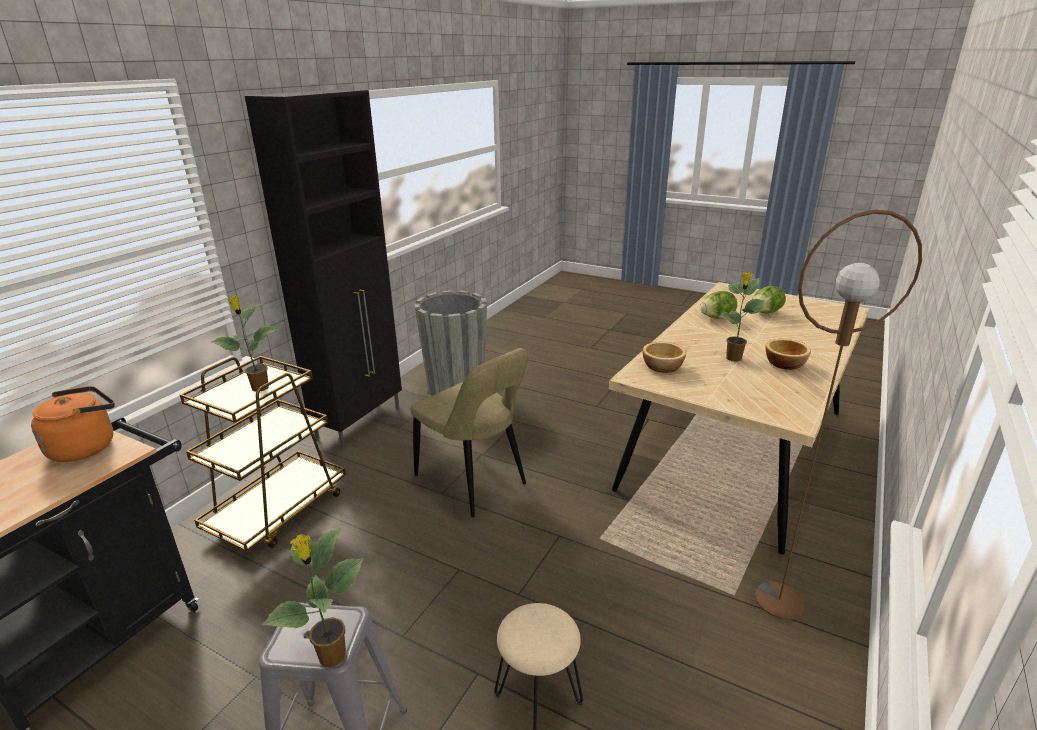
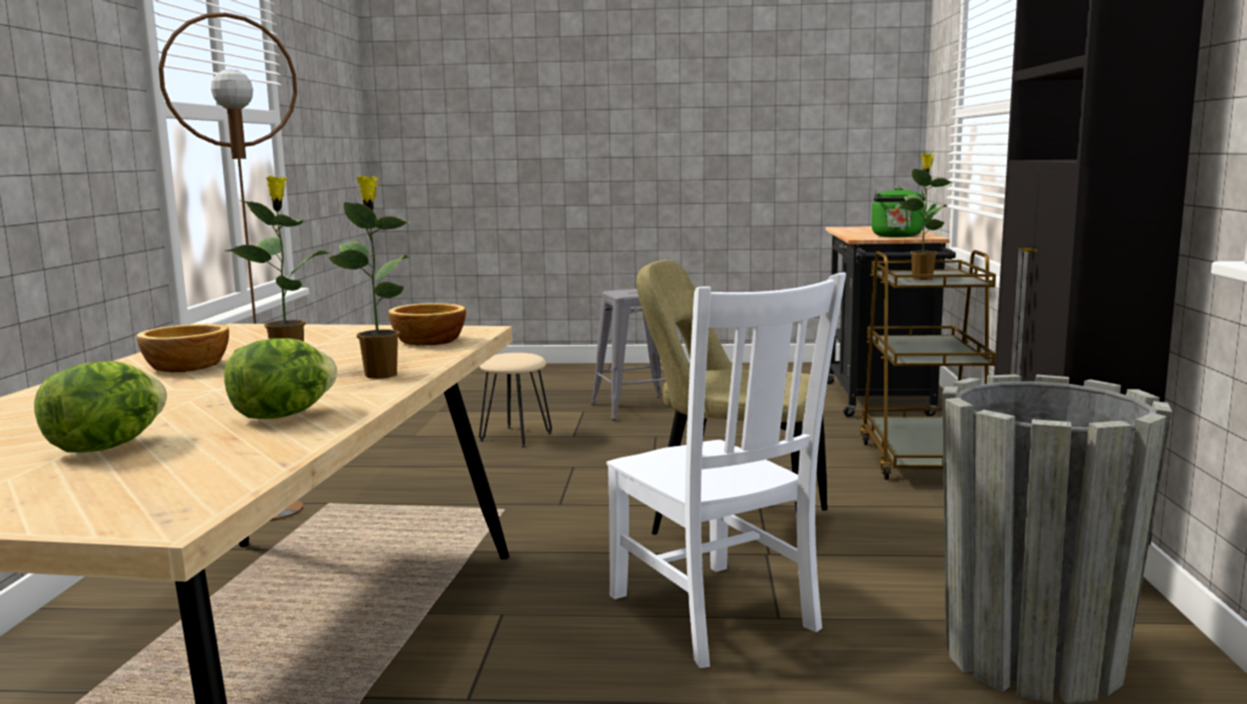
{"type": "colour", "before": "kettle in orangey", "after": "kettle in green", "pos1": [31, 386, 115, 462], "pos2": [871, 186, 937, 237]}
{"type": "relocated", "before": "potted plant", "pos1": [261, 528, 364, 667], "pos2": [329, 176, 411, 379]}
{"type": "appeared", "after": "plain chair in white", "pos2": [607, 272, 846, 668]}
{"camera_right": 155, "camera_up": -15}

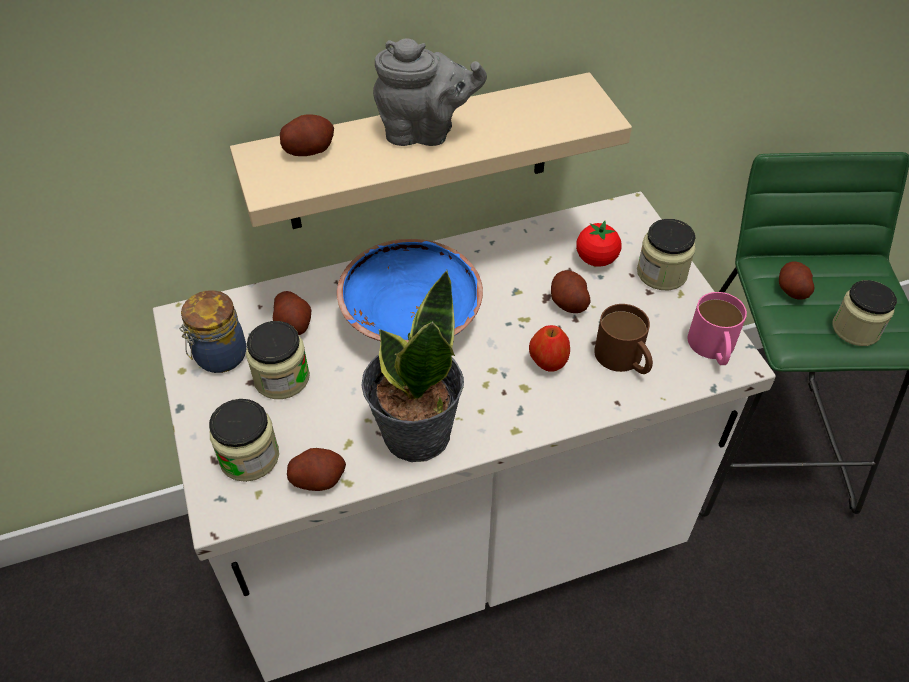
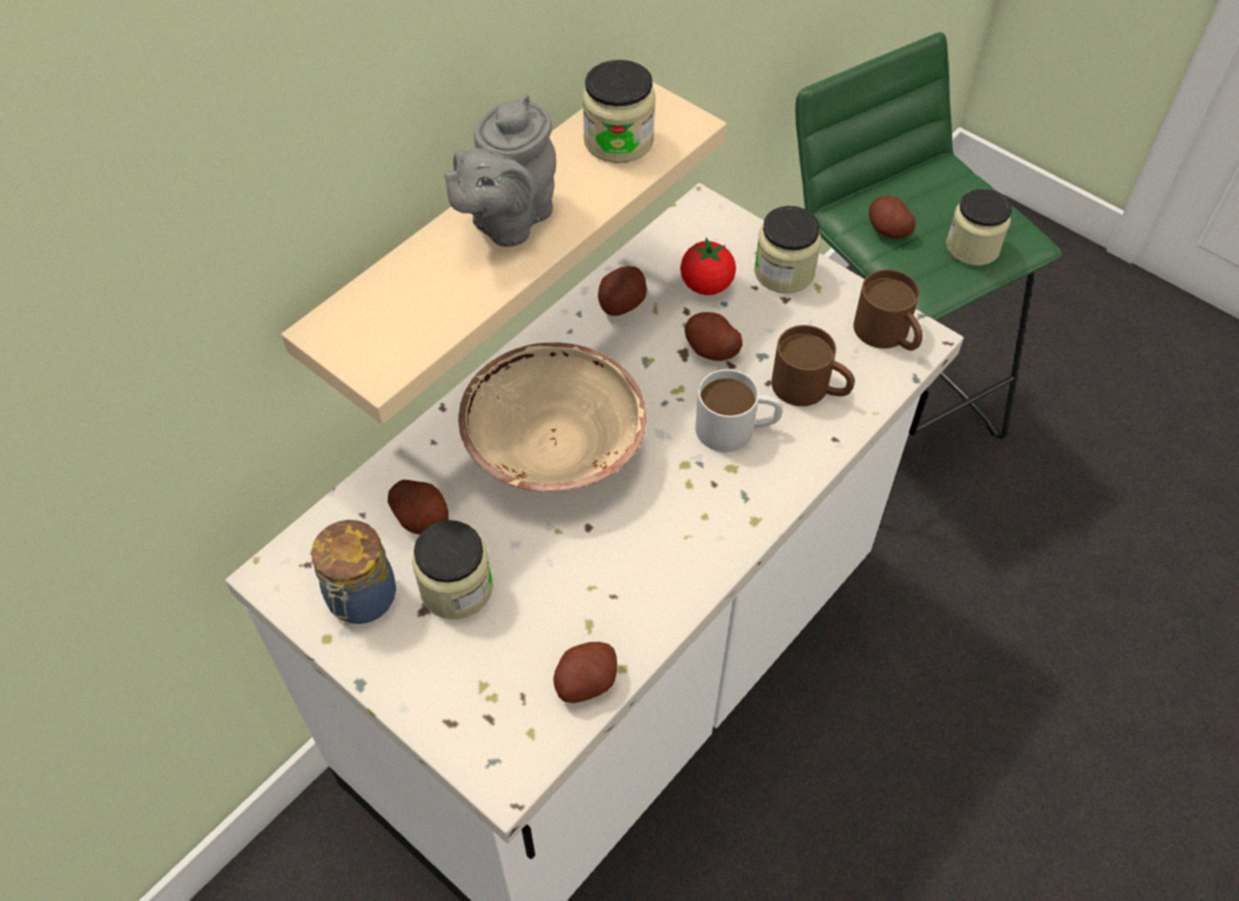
{"type": "spun", "before": "pot for tea in grey", "pos1": [373, 39, 487, 146], "pos2": [444, 94, 556, 247], "turn": 150}
{"type": "relocated", "before": "spud", "pos1": [280, 114, 334, 156], "pos2": [598, 266, 647, 316]}
{"type": "colour", "before": "serving bowl in blue-coloured", "after": "serving bowl in beige-coloured", "pos1": [337, 239, 483, 343], "pos2": [458, 343, 646, 492]}
{"type": "missing", "before": "potted plant", "pos1": [361, 270, 464, 462]}
{"type": "colour", "before": "tea mug in pinkish", "after": "tea mug in brown", "pos1": [688, 292, 747, 365], "pos2": [853, 269, 923, 351]}
{"type": "exchanged", "before": "whole apple", "after": "tea mug in white", "pos1": [529, 325, 570, 371], "pos2": [695, 369, 783, 452]}
{"type": "relocated", "before": "jar", "pos1": [209, 399, 279, 482], "pos2": [582, 60, 655, 163]}
{"camera_right": -30, "camera_up": 5}

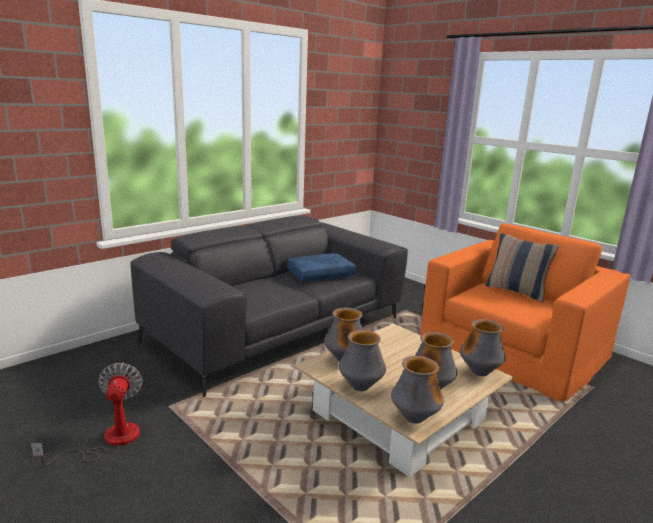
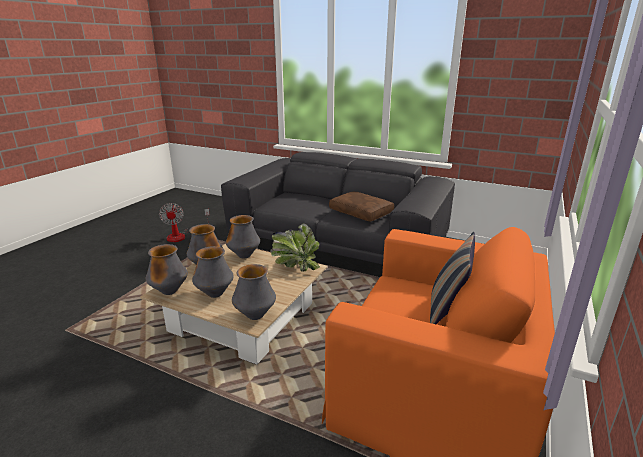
{"type": "colour", "before": "cushion in blue-coloured", "after": "cushion in brown", "pos1": [286, 253, 357, 282], "pos2": [329, 191, 394, 222]}
{"type": "spun", "before": "electric fan", "pos1": [31, 363, 143, 466], "pos2": [159, 203, 210, 242], "turn": 105}
{"type": "appeared", "after": "potted plant", "pos2": [270, 223, 320, 272]}
{"camera_right": 70, "camera_up": 5}

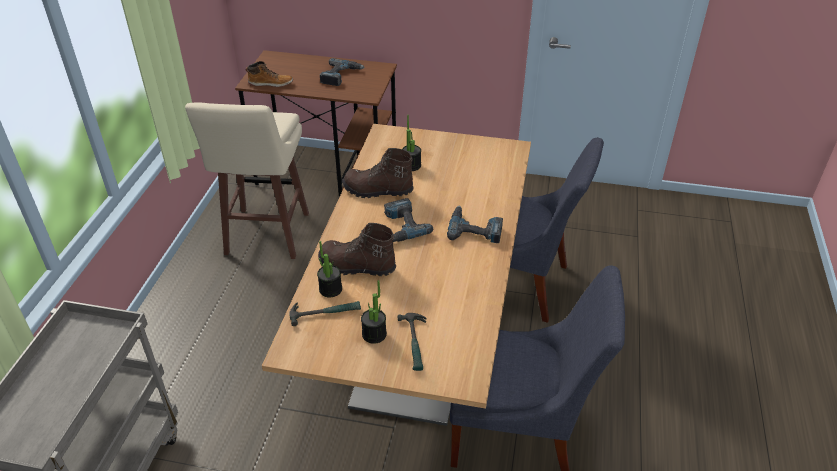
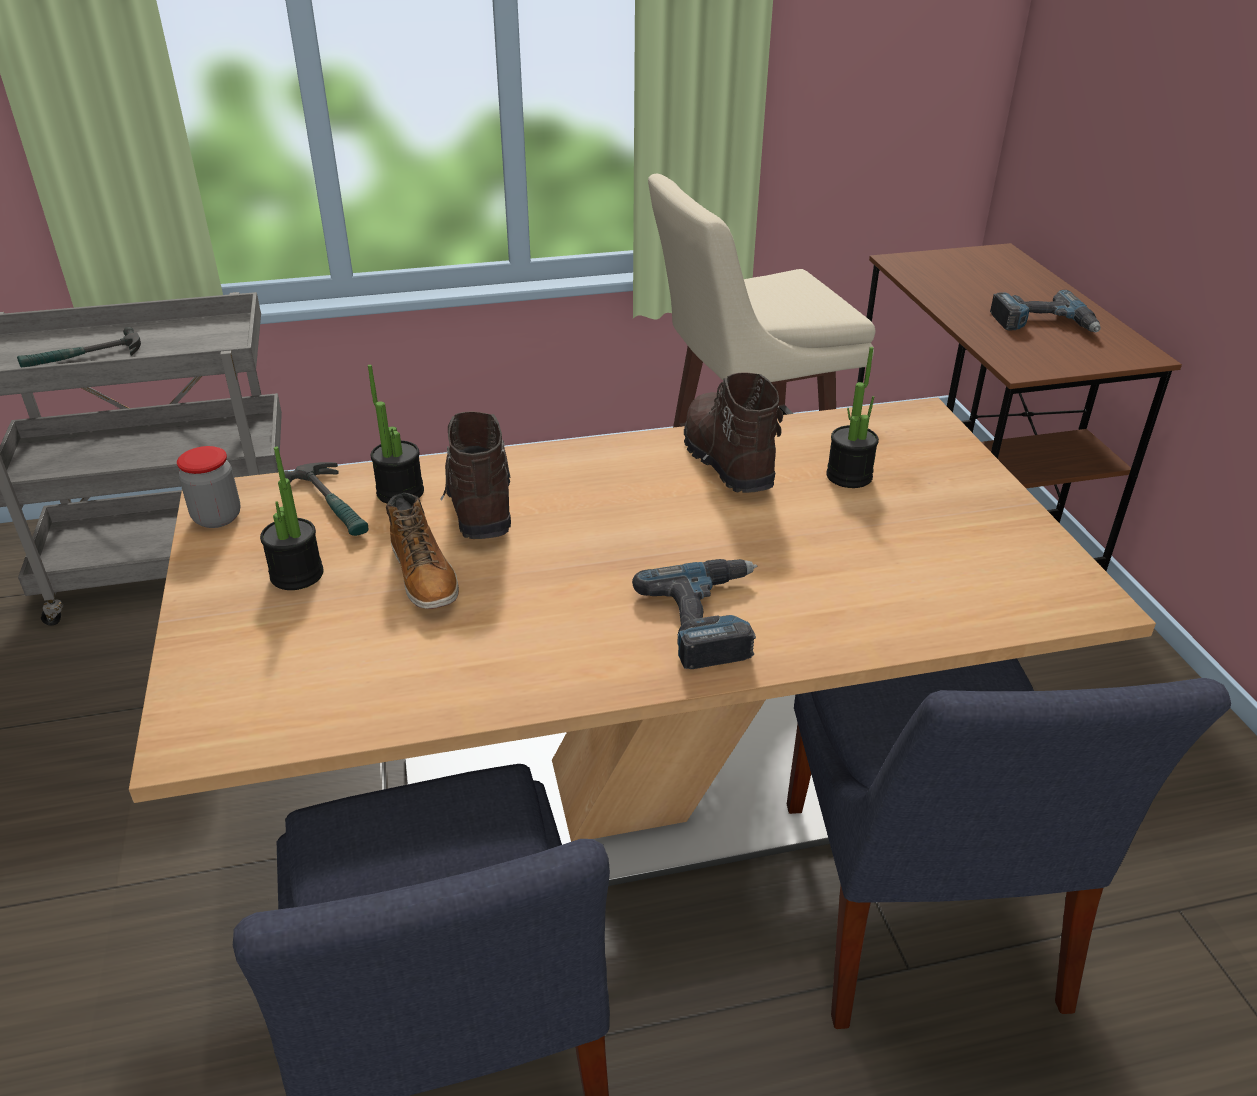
{"type": "relocated", "before": "boot", "pos1": [246, 61, 293, 87], "pos2": [386, 493, 459, 609]}
{"type": "missing", "before": "drill", "pos1": [384, 198, 433, 242]}
{"type": "relocated", "before": "hammer", "pos1": [398, 313, 426, 371], "pos2": [17, 327, 141, 367]}
{"type": "appeared", "after": "jar", "pos2": [177, 446, 241, 528]}
{"camera_right": 65, "camera_up": -5}

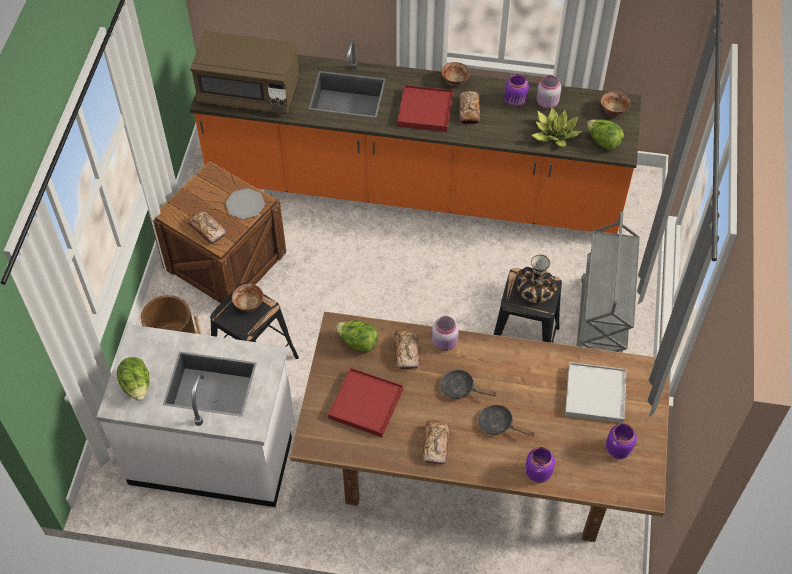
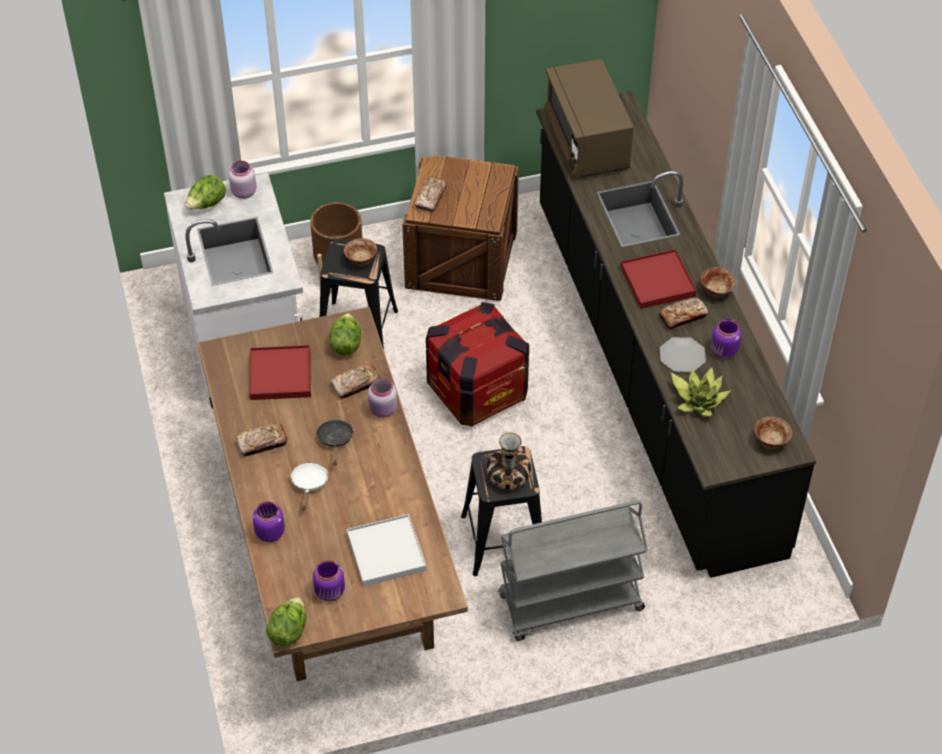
{"type": "colour", "before": "counter in orangey", "after": "counter in black", "pos1": [190, 41, 641, 234], "pos2": [536, 91, 816, 578]}
{"type": "relocated", "before": "jar in pinkish", "pos1": [536, 75, 561, 109], "pos2": [228, 161, 256, 199]}
{"type": "relocated", "before": "lettuce", "pos1": [587, 119, 624, 150], "pos2": [266, 597, 306, 647]}
{"type": "relocated", "before": "plate", "pos1": [226, 188, 265, 219], "pos2": [660, 337, 706, 372]}
{"type": "colour", "before": "pan in black", "after": "pan in white", "pos1": [478, 405, 535, 436], "pos2": [291, 463, 329, 510]}
{"type": "appeared", "after": "shipping crate", "pos2": [426, 302, 529, 427]}
{"camera_right": 65, "camera_up": -5}

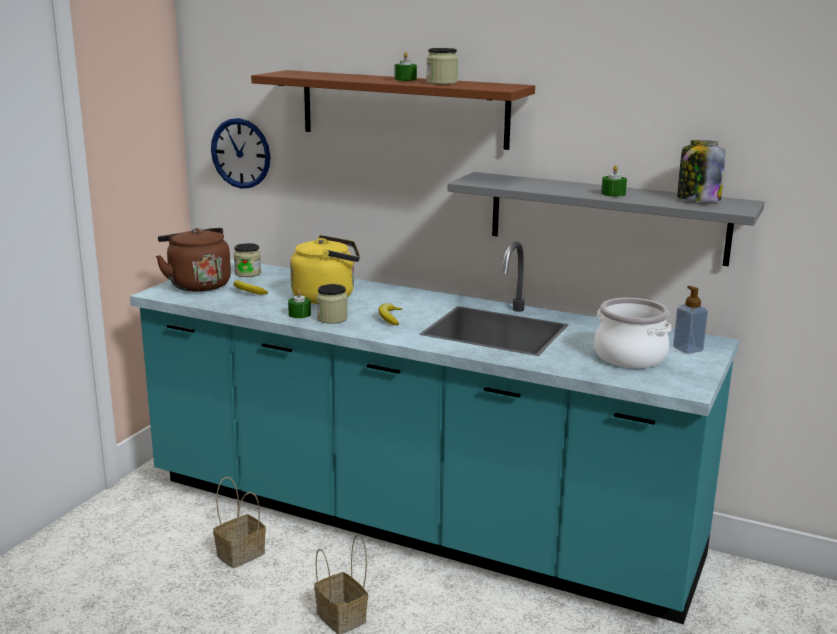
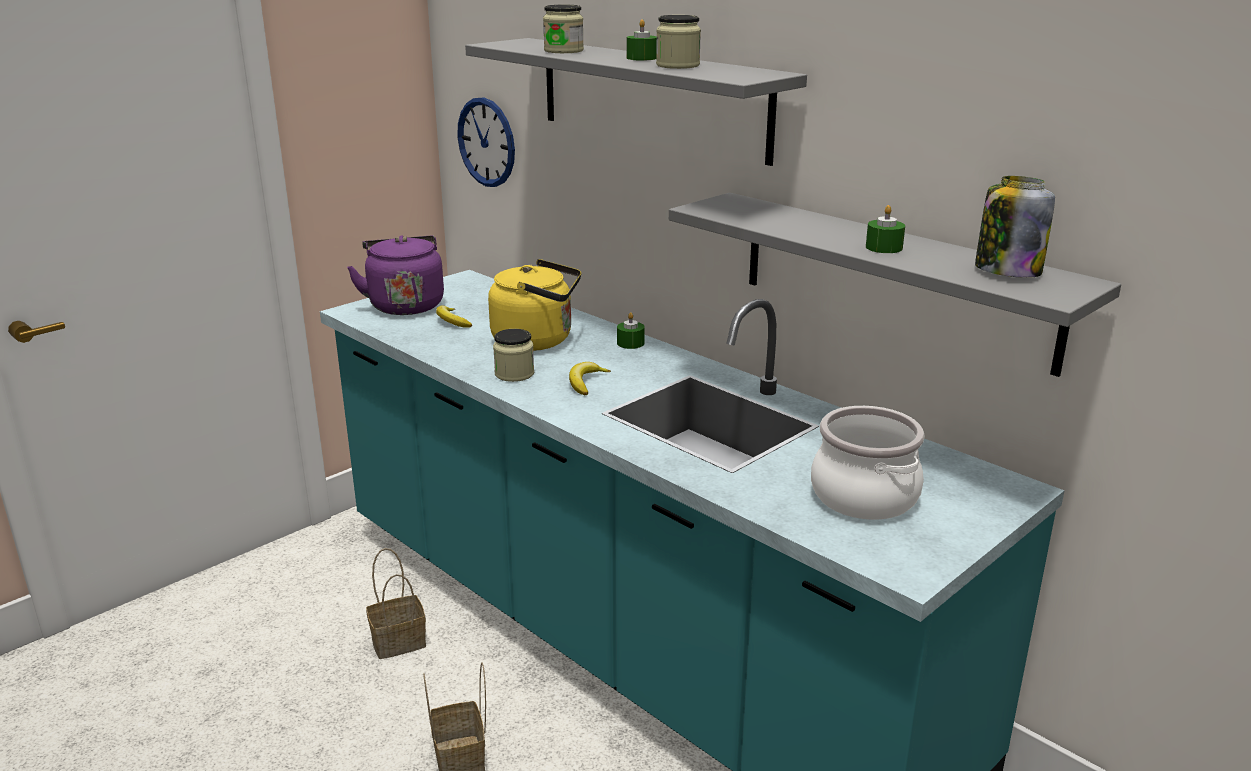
{"type": "colour", "before": "shelf in brown", "after": "shelf in grey", "pos1": [251, 70, 535, 150], "pos2": [465, 38, 807, 166]}
{"type": "colour", "before": "kettle in brown", "after": "kettle in purple", "pos1": [156, 228, 231, 292], "pos2": [347, 235, 444, 315]}
{"type": "relocated", "before": "jar", "pos1": [234, 243, 261, 277], "pos2": [543, 5, 584, 53]}
{"type": "missing", "before": "soap dispenser", "pos1": [673, 286, 708, 354]}
{"type": "relocated", "before": "candle in green", "pos1": [288, 289, 311, 318], "pos2": [617, 312, 645, 349]}
{"camera_right": 20, "camera_up": 5}

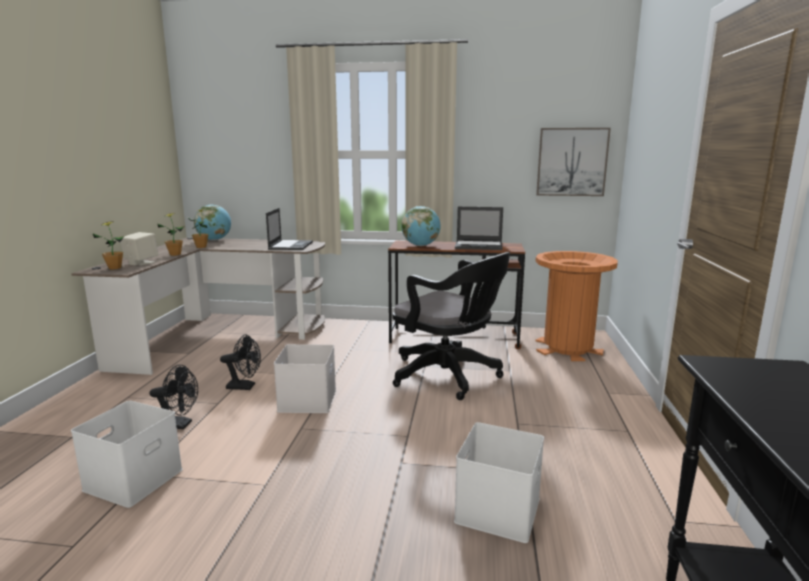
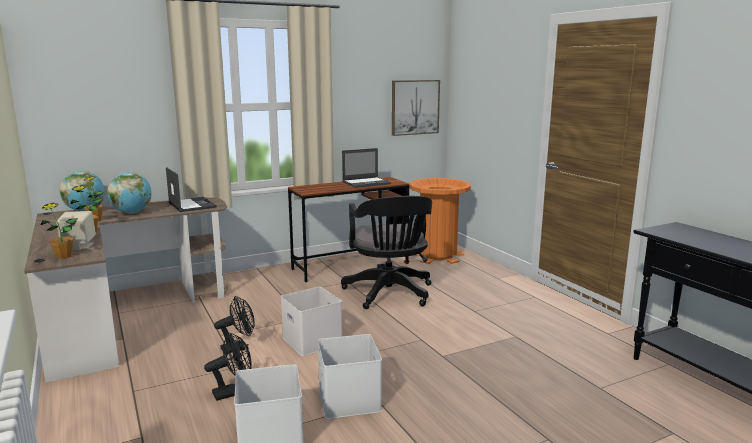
{"type": "relocated", "before": "world globe", "pos1": [401, 206, 441, 246], "pos2": [107, 172, 152, 213]}
{"type": "spun", "before": "desk chair in black", "pos1": [392, 252, 510, 400], "pos2": [341, 196, 432, 309], "turn": 75}
{"type": "relocated", "before": "storage bin in white", "pos1": [454, 422, 544, 543], "pos2": [318, 334, 382, 419]}
{"camera_right": -35, "camera_up": 0}

